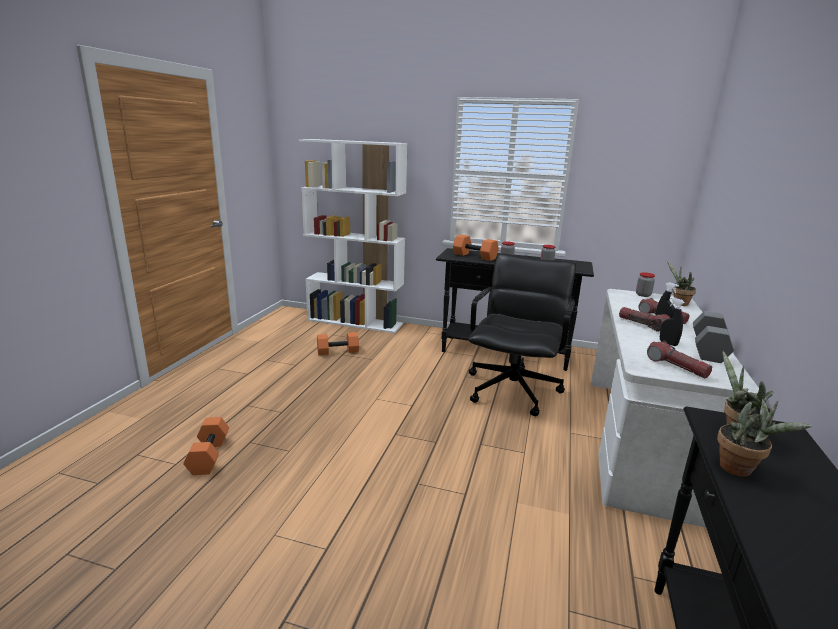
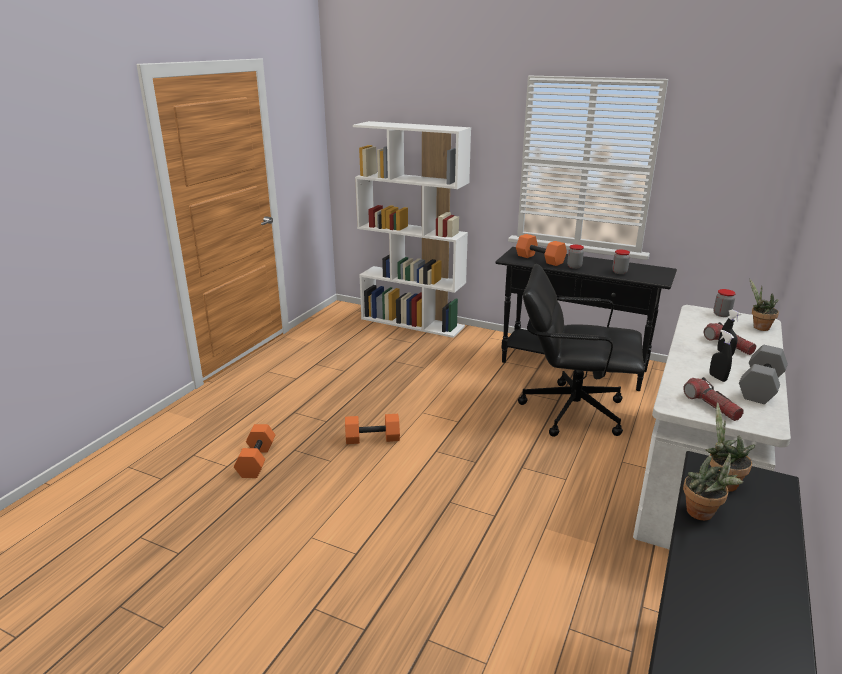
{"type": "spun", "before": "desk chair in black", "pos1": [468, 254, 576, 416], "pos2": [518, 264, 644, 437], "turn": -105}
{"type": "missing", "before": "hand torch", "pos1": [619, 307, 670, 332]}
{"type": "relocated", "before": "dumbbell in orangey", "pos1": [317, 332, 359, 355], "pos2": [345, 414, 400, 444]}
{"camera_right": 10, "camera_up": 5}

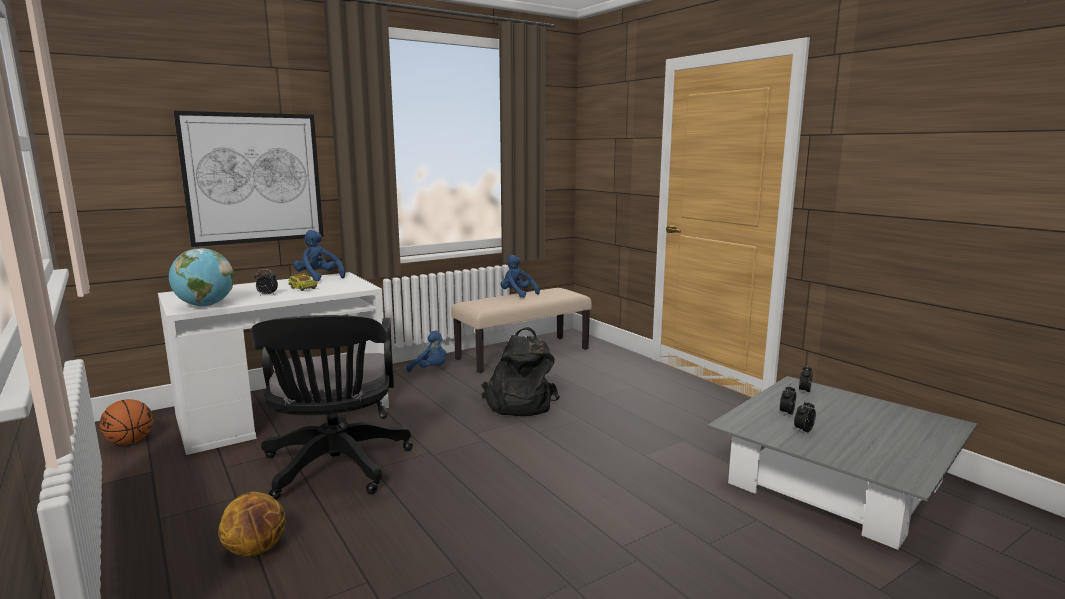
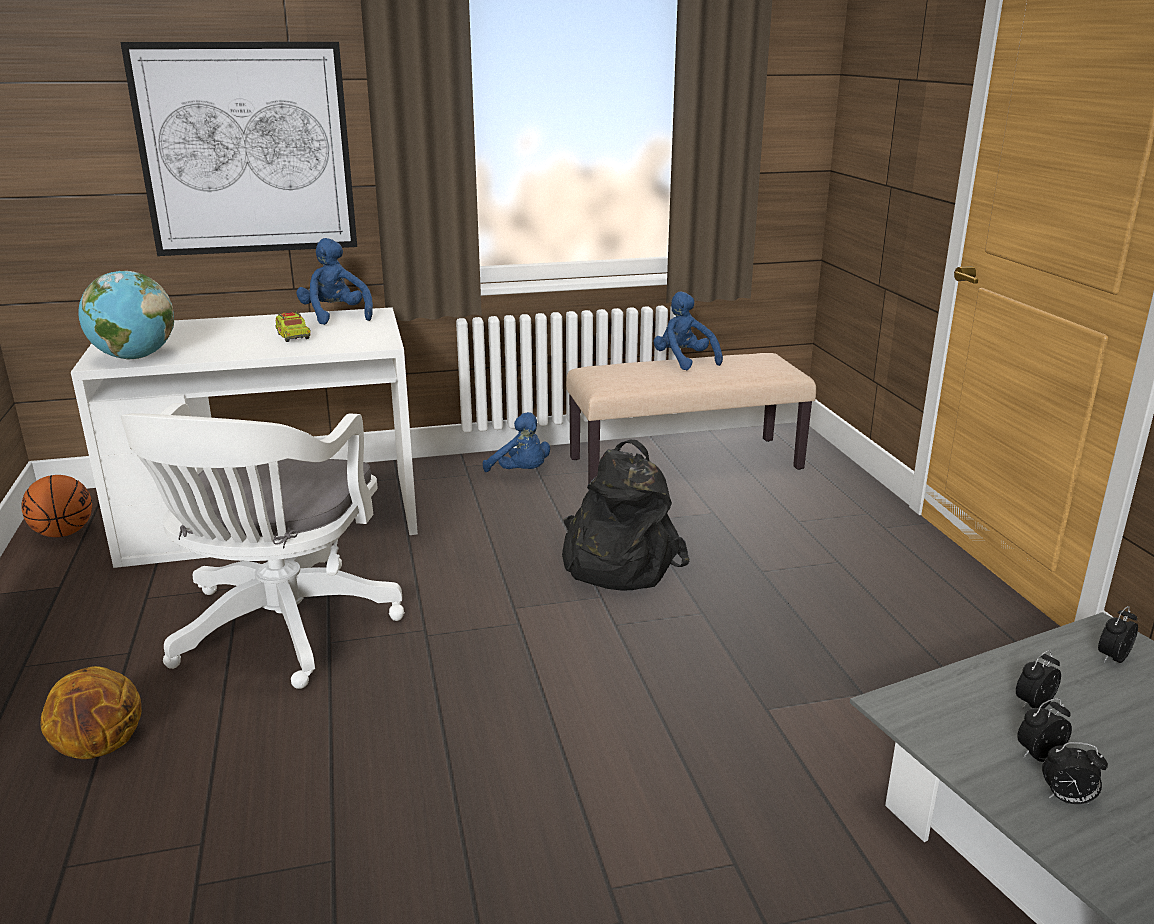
{"type": "relocated", "before": "table clock", "pos1": [254, 269, 278, 295], "pos2": [1042, 742, 1108, 804]}
{"type": "colour", "before": "desk chair in black", "after": "desk chair in white", "pos1": [251, 315, 413, 500], "pos2": [121, 403, 405, 689]}
{"camera_right": 20, "camera_up": 10}

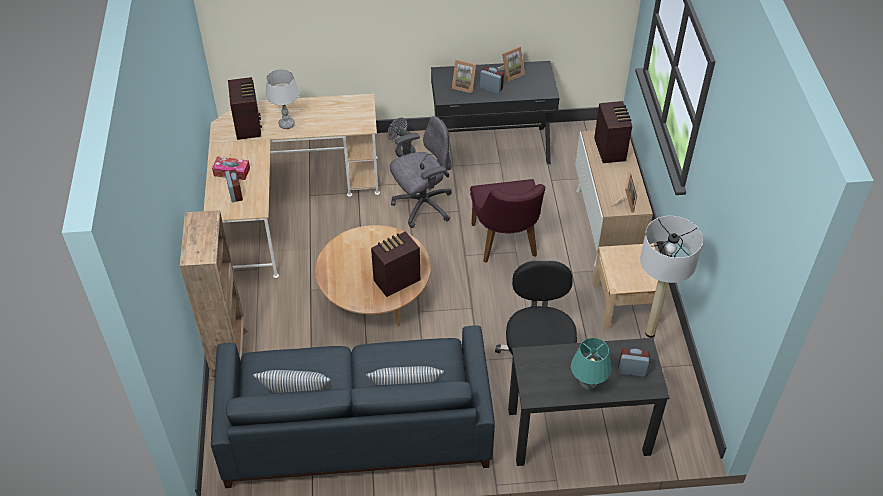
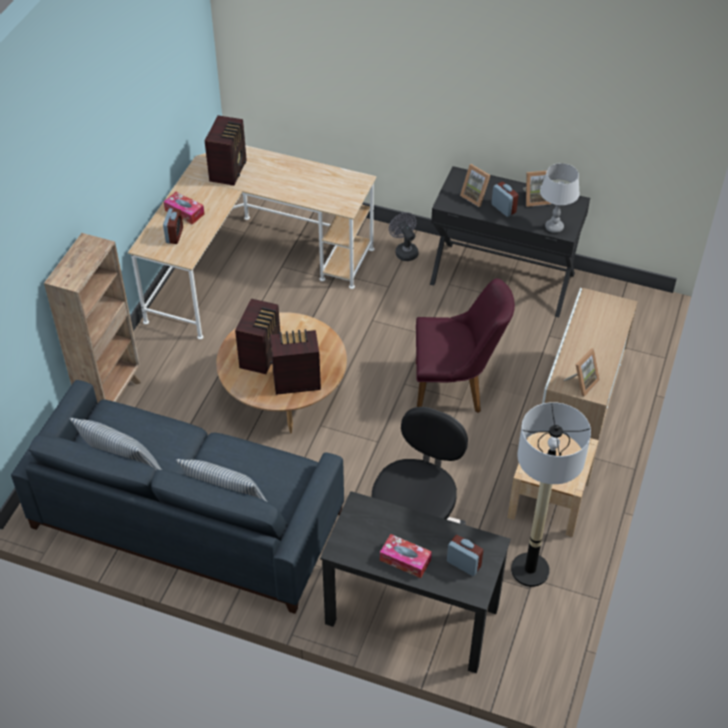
{"type": "relocated", "before": "lamp for a table in grey", "pos1": [265, 69, 299, 129], "pos2": [540, 163, 580, 233]}
{"type": "relocated", "before": "radio receiver", "pos1": [594, 101, 632, 163], "pos2": [235, 299, 280, 374]}
{"type": "missing", "before": "desk chair in grey", "pos1": [390, 116, 452, 228]}
{"type": "spun", "before": "plain chair in purple", "pos1": [470, 179, 545, 263], "pos2": [416, 278, 515, 413], "turn": -105}
{"type": "exchanged", "before": "lamp for a table in turquoise", "after": "tissue holder", "pos1": [571, 338, 611, 390], "pos2": [380, 534, 432, 578]}
{"camera_right": 25, "camera_up": 0}

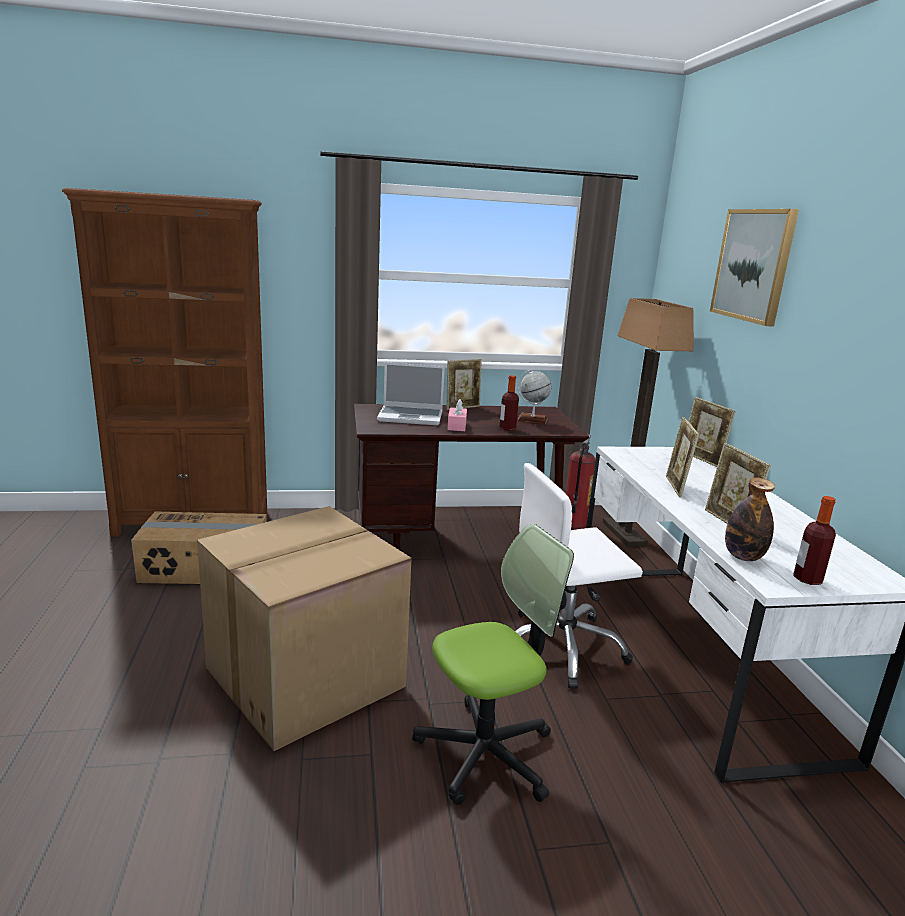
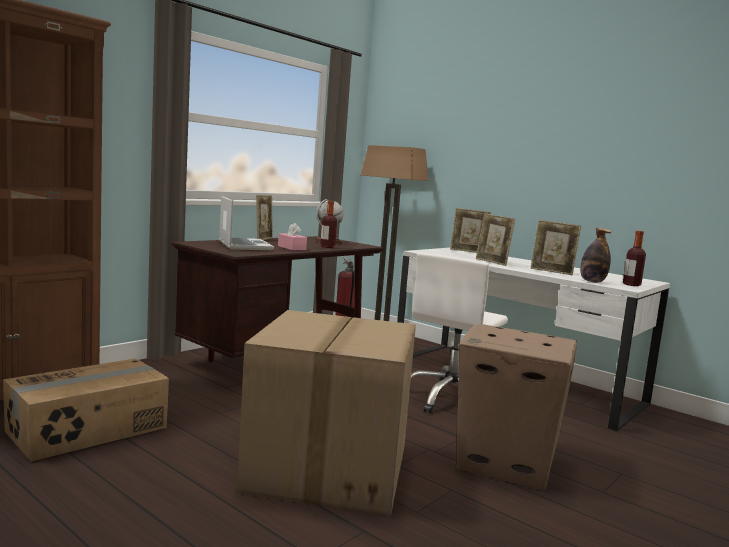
{"type": "missing", "before": "picture", "pos1": [710, 209, 799, 327]}
{"type": "spun", "before": "portable computer", "pos1": [377, 362, 445, 425], "pos2": [219, 196, 274, 250], "turn": -75}
{"type": "exchanged", "before": "desk chair", "after": "carton", "pos1": [412, 524, 574, 805], "pos2": [456, 324, 577, 490]}
{"camera_right": -40, "camera_up": -10}

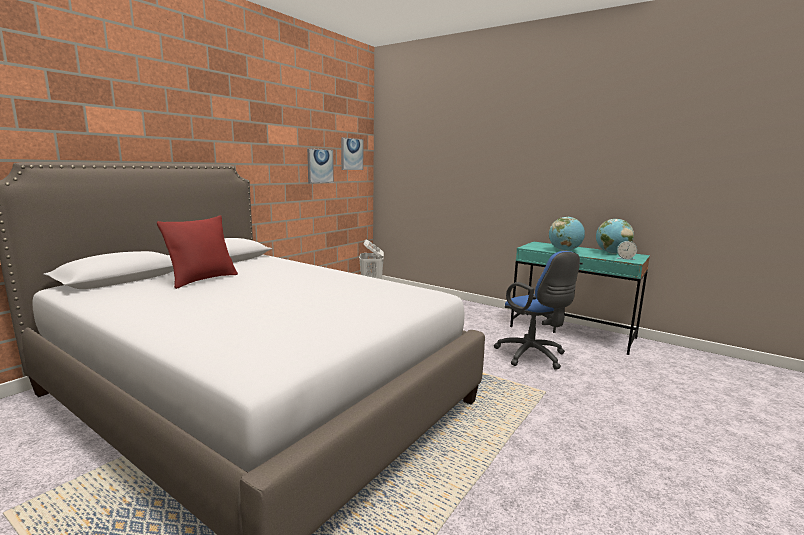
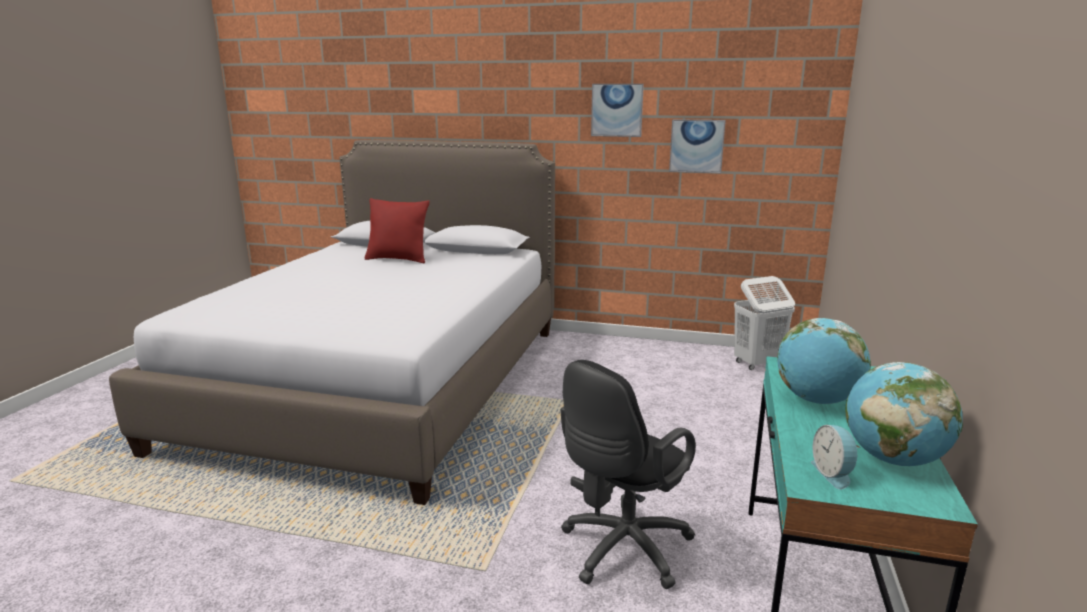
{"type": "relocated", "before": "picture", "pos1": [341, 137, 363, 170], "pos2": [591, 84, 644, 137]}
{"type": "colour", "before": "desk chair in blue-coloured", "after": "desk chair in black", "pos1": [494, 251, 580, 370], "pos2": [561, 360, 696, 589]}
{"camera_right": 70, "camera_up": 5}

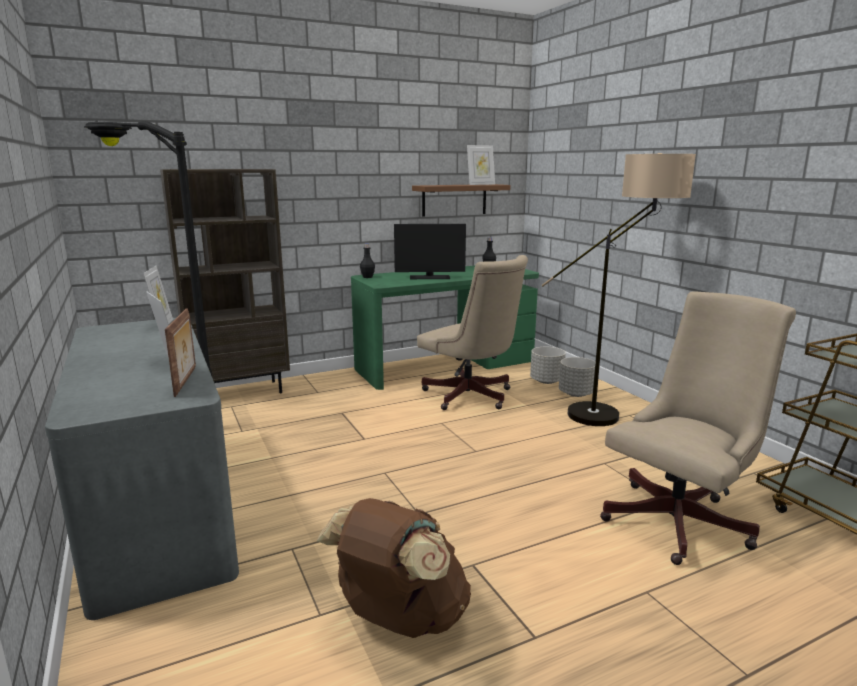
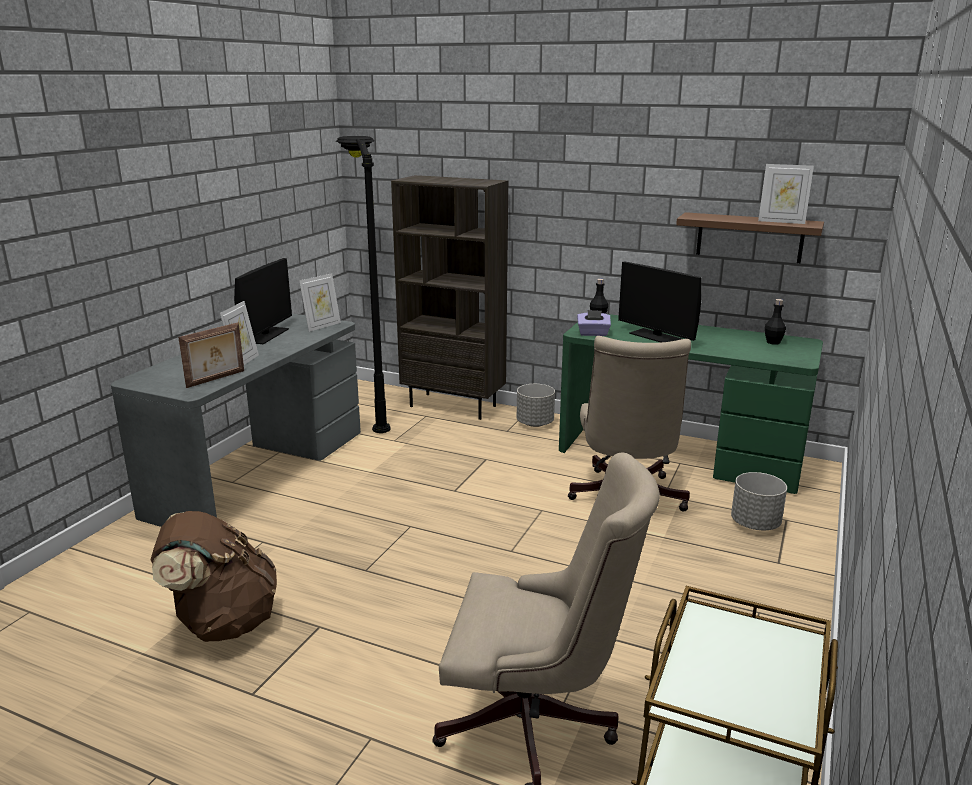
{"type": "missing", "before": "floor lamp", "pos1": [541, 153, 696, 426]}
{"type": "relocated", "before": "planter in grey", "pos1": [559, 357, 595, 397], "pos2": [517, 384, 555, 427]}
{"type": "appeared", "after": "computer screen", "pos2": [234, 258, 292, 344]}
{"type": "appeared", "after": "tissue holder in purple", "pos2": [577, 310, 611, 336]}
{"camera_right": 50, "camera_up": 5}

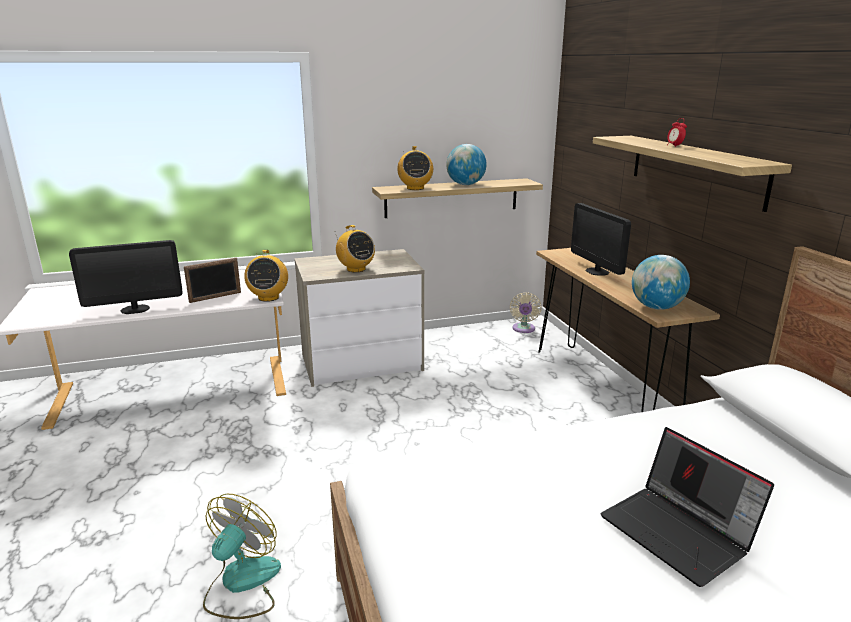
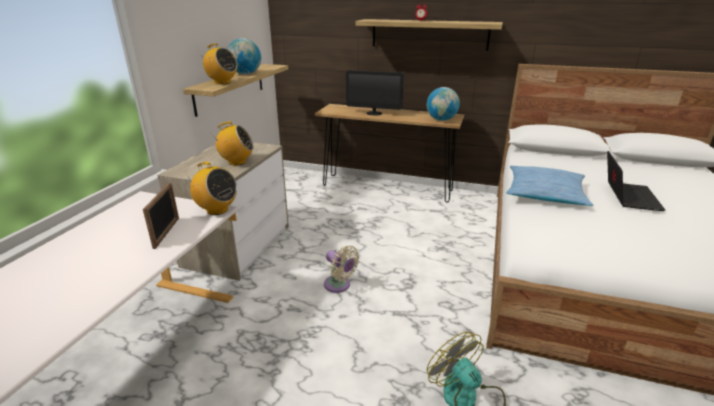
{"type": "missing", "before": "computer screen", "pos1": [69, 240, 182, 314]}
{"type": "relocated", "before": "electric fan in beige-coloured", "pos1": [510, 292, 542, 333], "pos2": [324, 246, 359, 293]}
{"type": "spun", "before": "portable computer", "pos1": [601, 427, 774, 587], "pos2": [607, 151, 665, 211], "turn": -75}
{"type": "appeared", "after": "cushion", "pos2": [506, 166, 593, 206]}
{"camera_right": -55, "camera_up": 5}

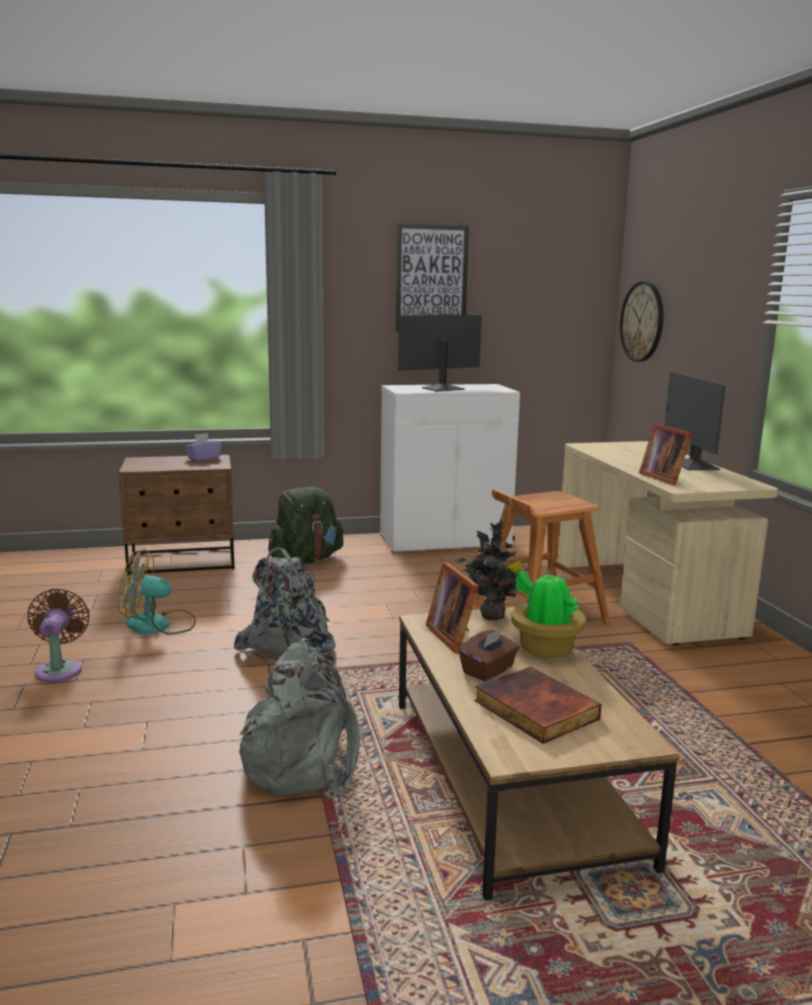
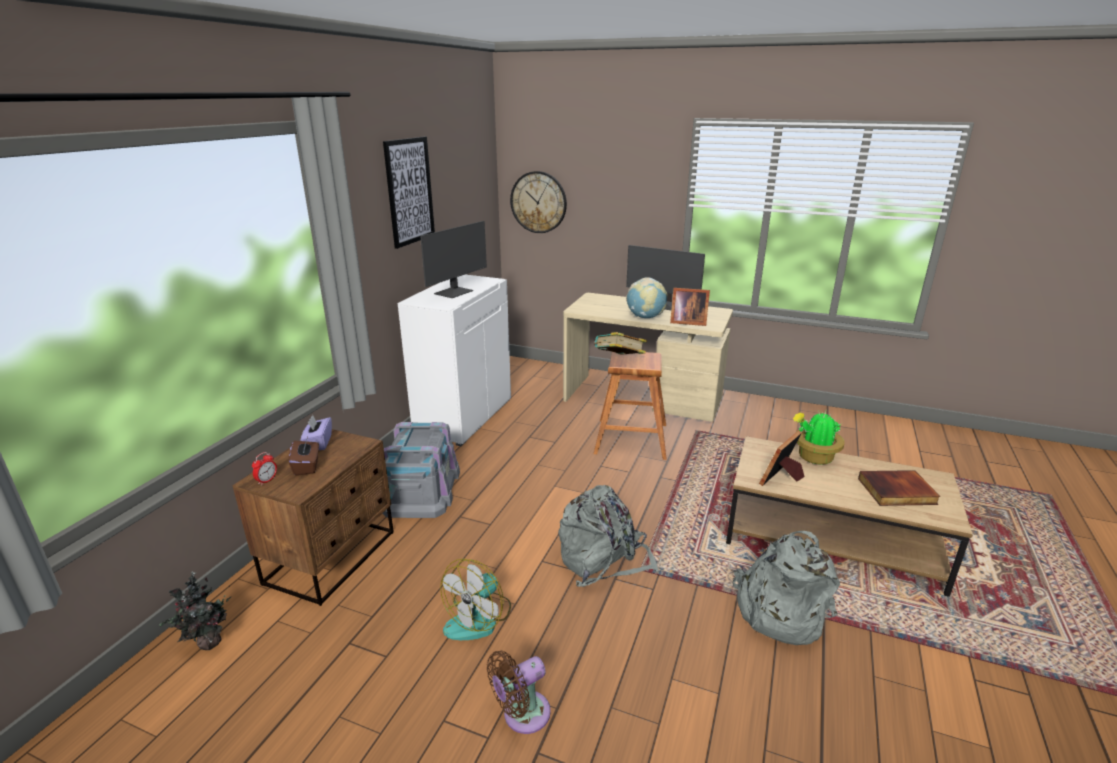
{"type": "spun", "before": "computer screen", "pos1": [398, 315, 482, 391], "pos2": [420, 221, 487, 298], "turn": -150}
{"type": "exchanged", "before": "knapsack in green", "after": "storage bin in grey", "pos1": [268, 487, 344, 564], "pos2": [382, 422, 460, 518]}
{"type": "relocated", "before": "potted plant", "pos1": [456, 517, 532, 620], "pos2": [159, 572, 232, 650]}
{"type": "spun", "before": "photo frame", "pos1": [425, 562, 479, 654], "pos2": [759, 430, 805, 486], "turn": 120}
{"type": "spun", "before": "electric fan in brown", "pos1": [27, 589, 90, 682], "pos2": [487, 651, 551, 734], "turn": -60}
{"type": "relocated", "before": "tissue holder in brown", "pos1": [459, 628, 519, 682], "pos2": [289, 437, 319, 476]}
{"type": "appeared", "after": "world globe", "pos2": [626, 277, 667, 318]}
{"type": "appeared", "after": "book", "pos2": [594, 332, 647, 355]}
{"type": "appeared", "after": "table clock", "pos2": [252, 452, 277, 485]}
{"camera_right": -55, "camera_up": 10}

